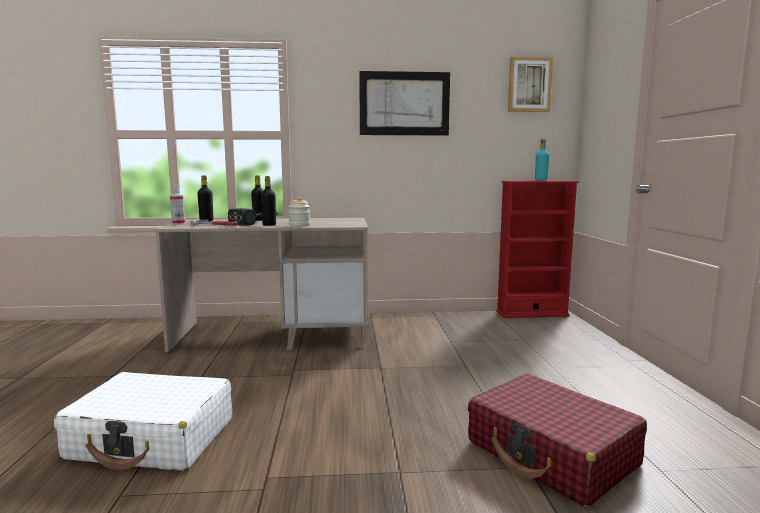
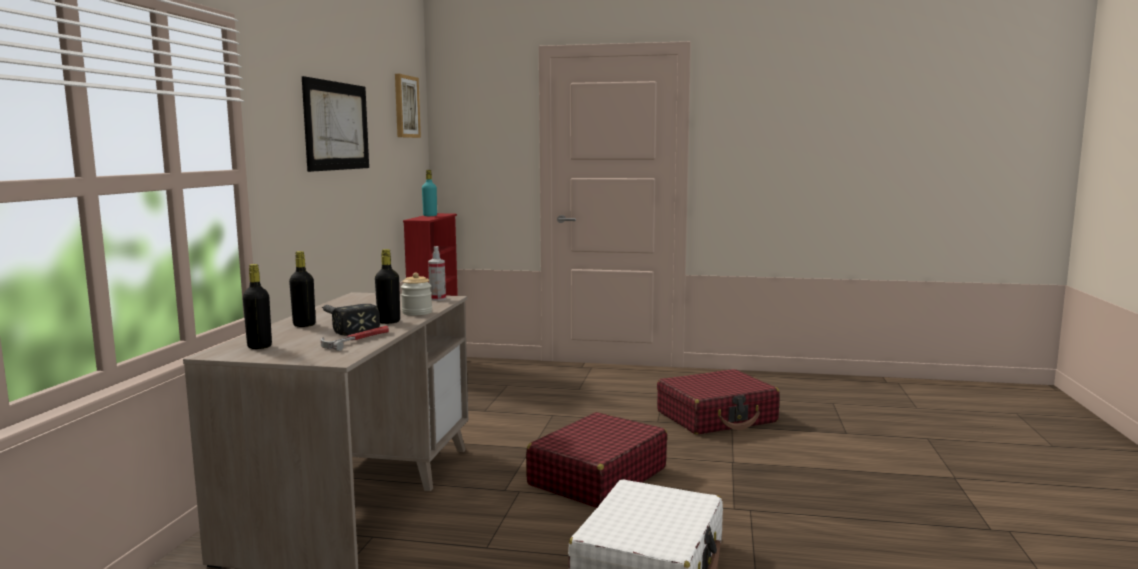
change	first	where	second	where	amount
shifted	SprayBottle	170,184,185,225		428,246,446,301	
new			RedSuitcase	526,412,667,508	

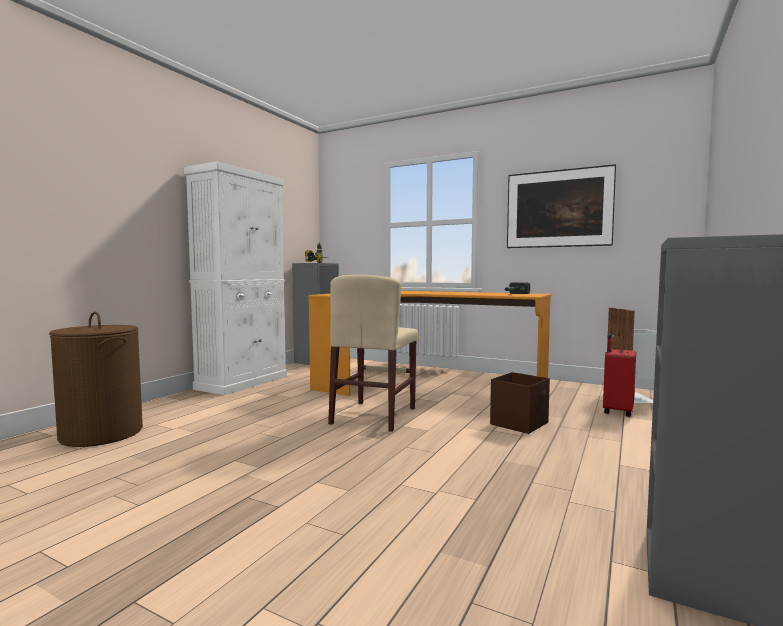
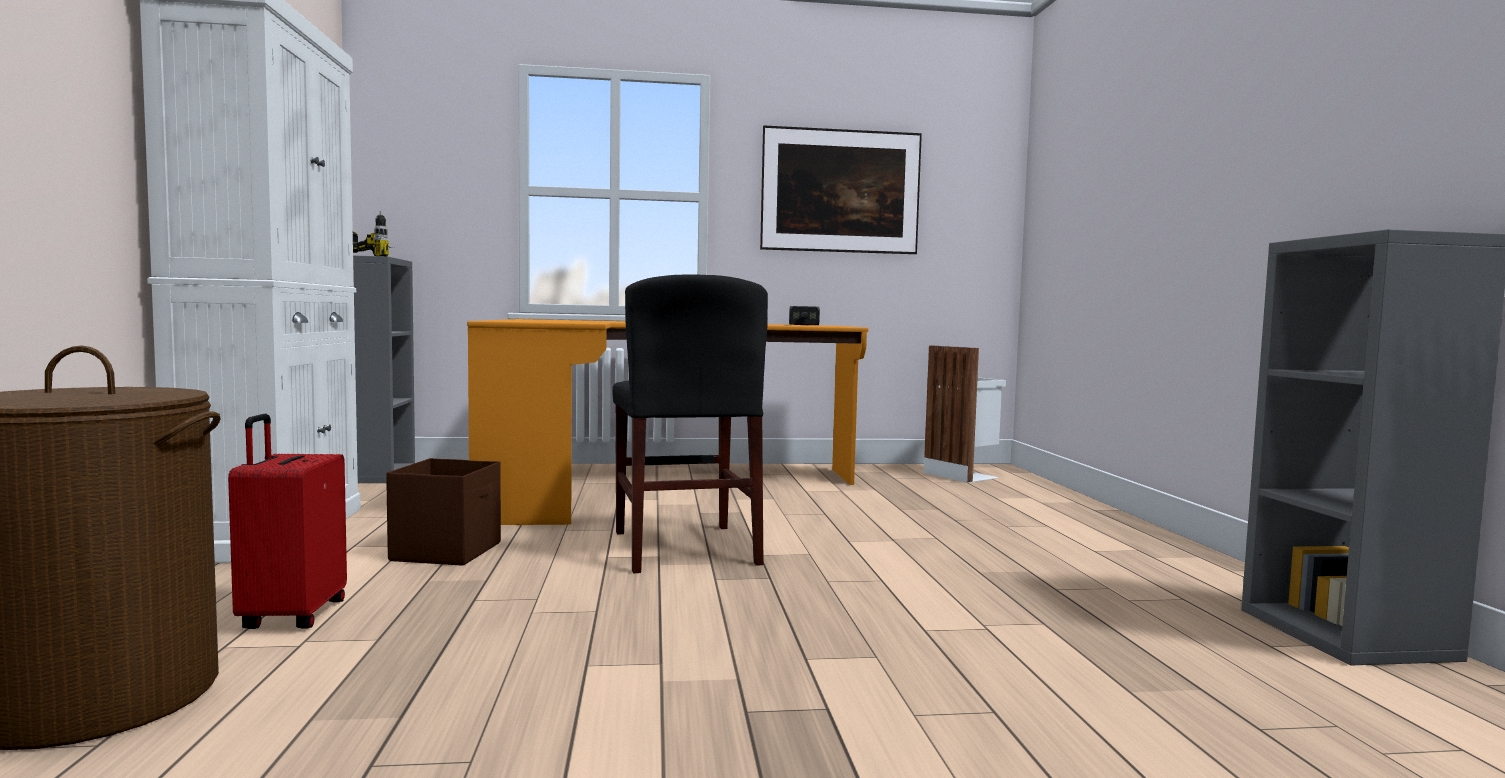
change	first	where	second	where	amount
shifted	RedSuitcase	603,333,636,417		228,414,347,629	
shifted	BrownStorageBox	490,372,550,434		386,458,501,566	
repainted	BeigeChair	328,275,419,432	BlackChair	612,274,768,573	

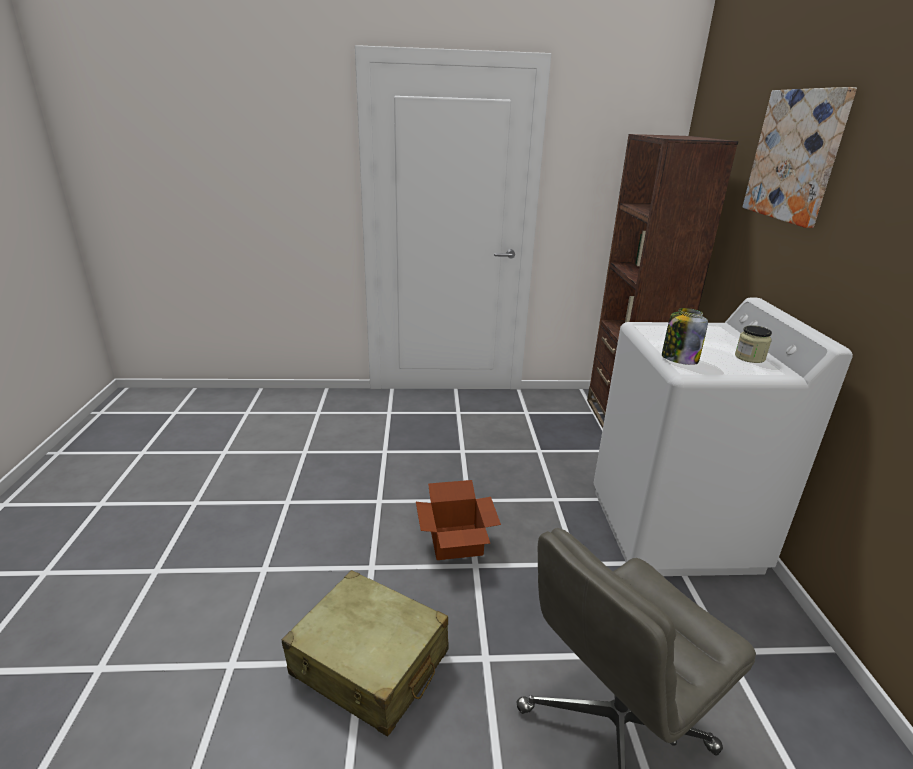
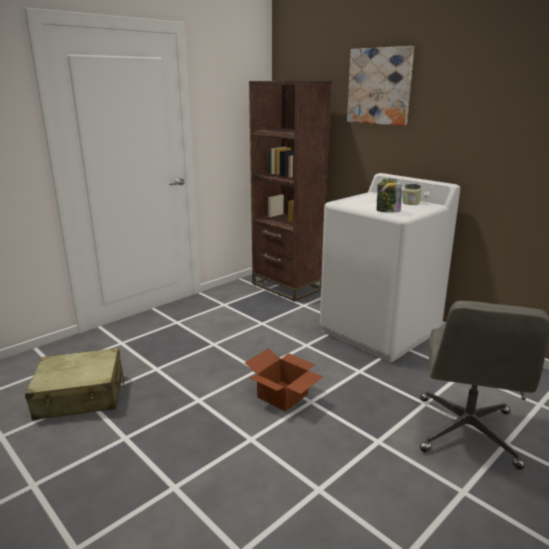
change	first	where	second	where	amount
shifted	BeigeSuitcase	282,570,449,736		25,348,124,420	

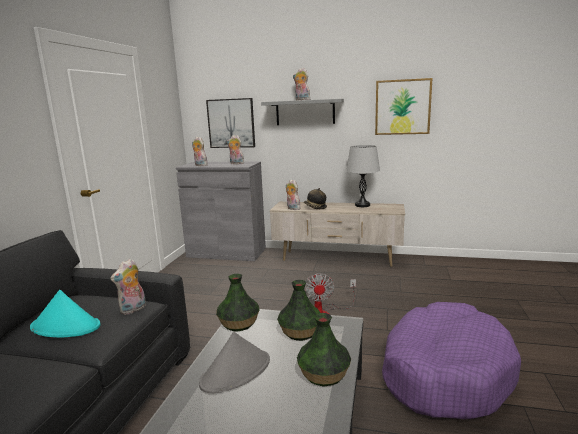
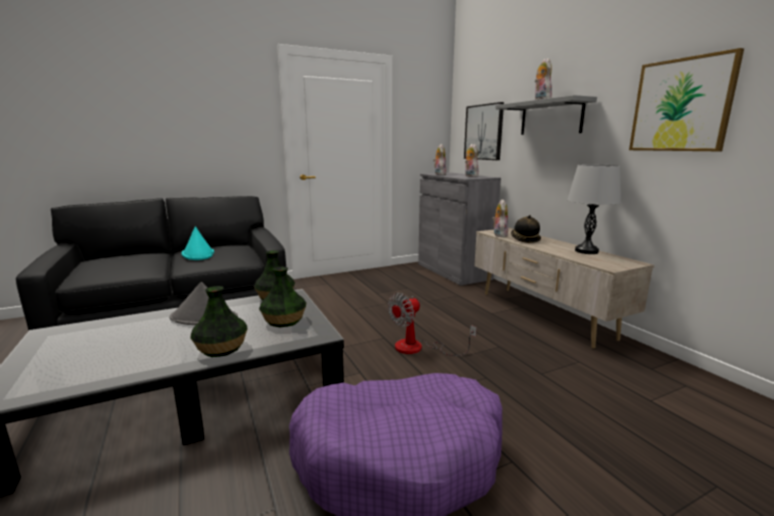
change	first	where	second	where	amount
gone	PlushToy	110,259,146,315			

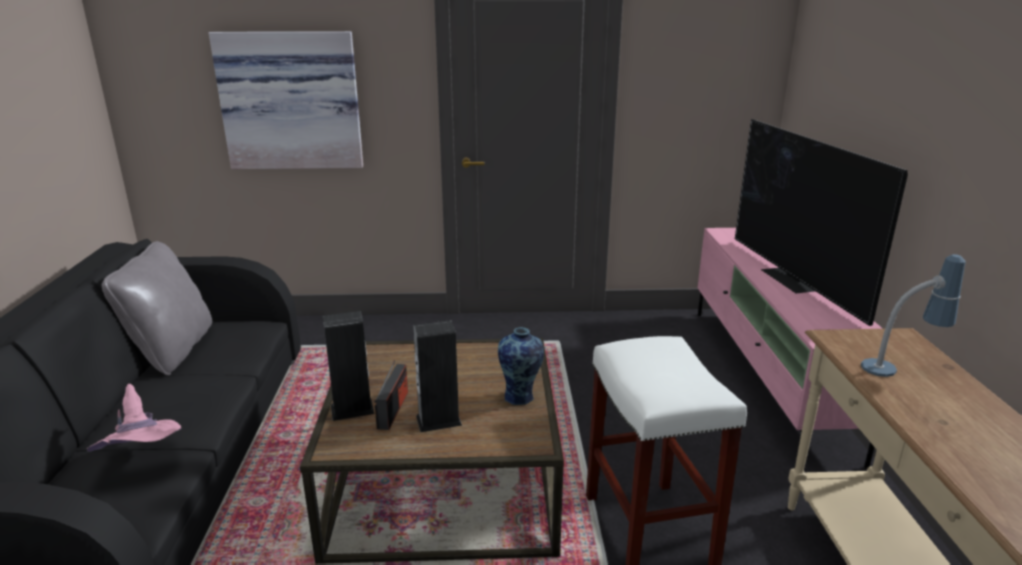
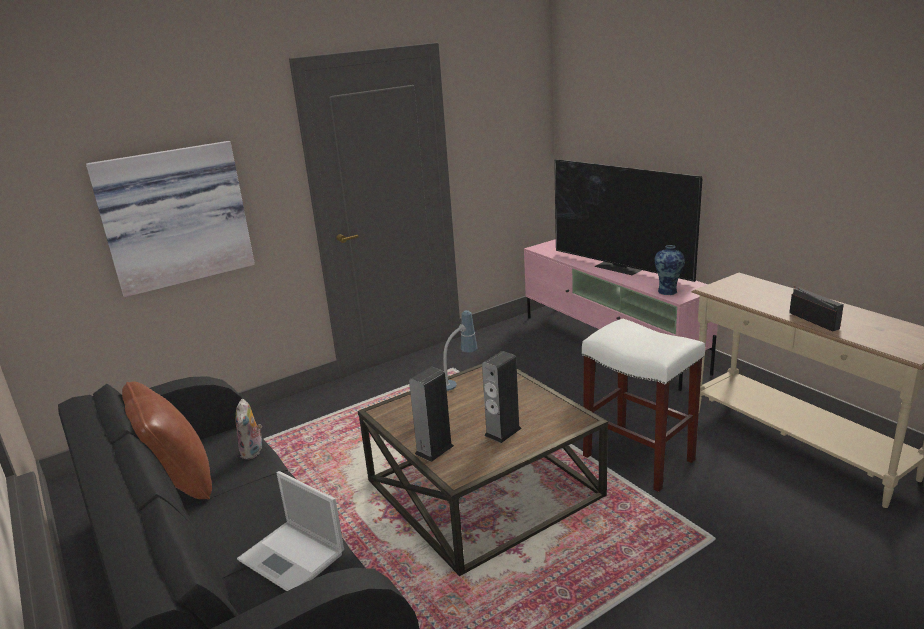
change	first	where	second	where	amount
repainted	GreyPillow	102,241,212,376	BrownPillow	122,381,212,500	
new			PlushToy	235,399,262,459	
swapped	PinkHat	87,384,181,452	Laptop	237,471,344,591	
shifted	TableLamp	861,254,966,377		443,310,478,391	
shifted	Vase	498,327,544,405		655,245,685,295	
shifted	Radio	374,360,408,430		789,286,844,332	

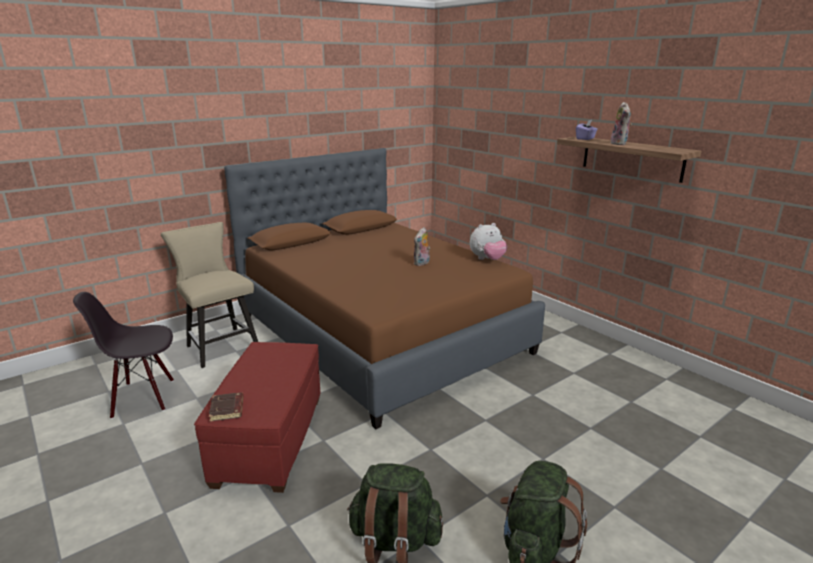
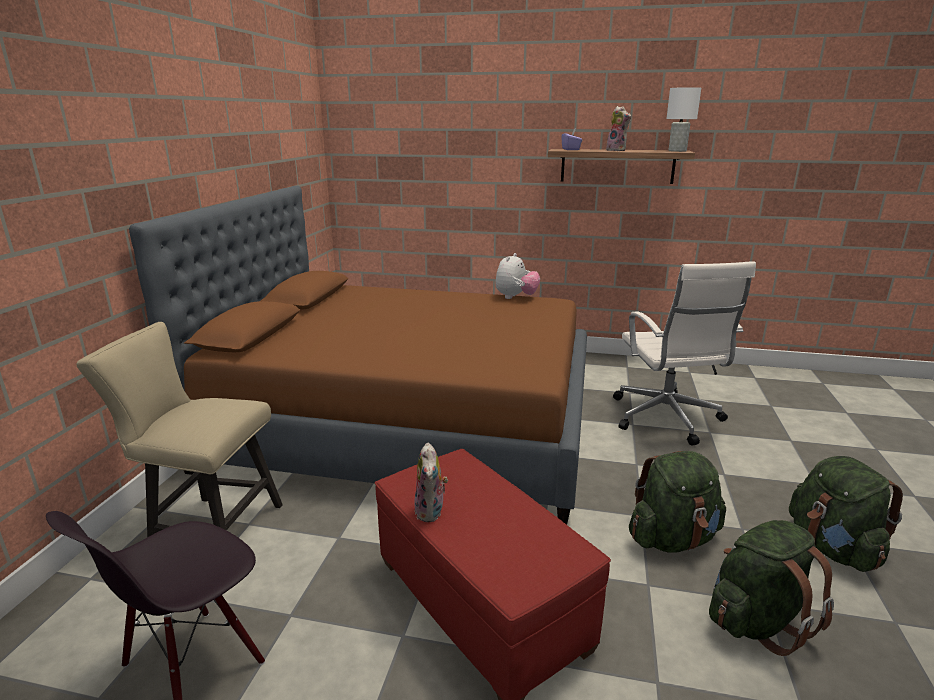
change	first	where	second	where	amount
shifted	PlushToy	414,227,430,266		415,442,448,522	
new			WhiteOfficeChair	613,261,756,446	
new			GreenBackpack	629,451,726,553	
new			WhiteTableLamp	666,87,701,152	
gone	BrownBook	209,392,243,422			

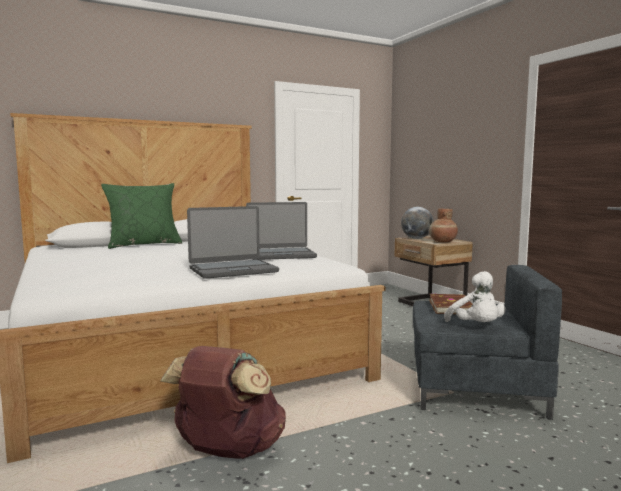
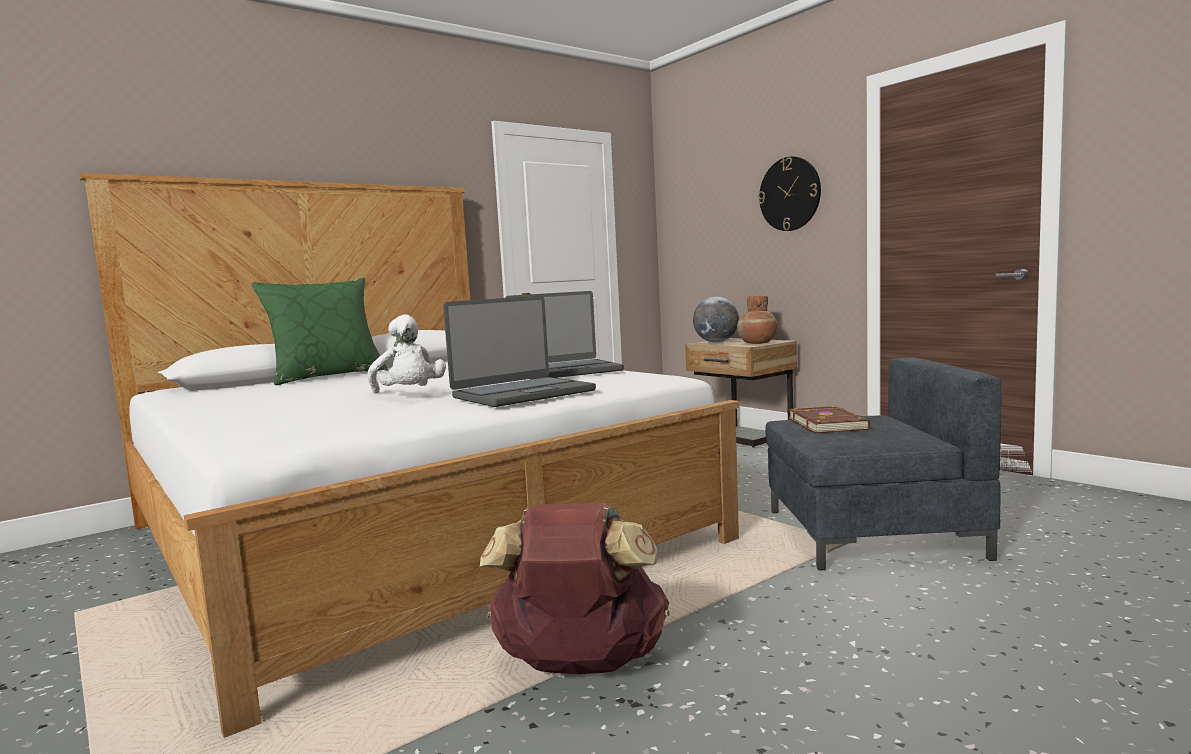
change	first	where	second	where	amount
shifted	WhitePlushToy	444,271,505,322		368,314,446,394	
new			WallClock	758,156,821,231	

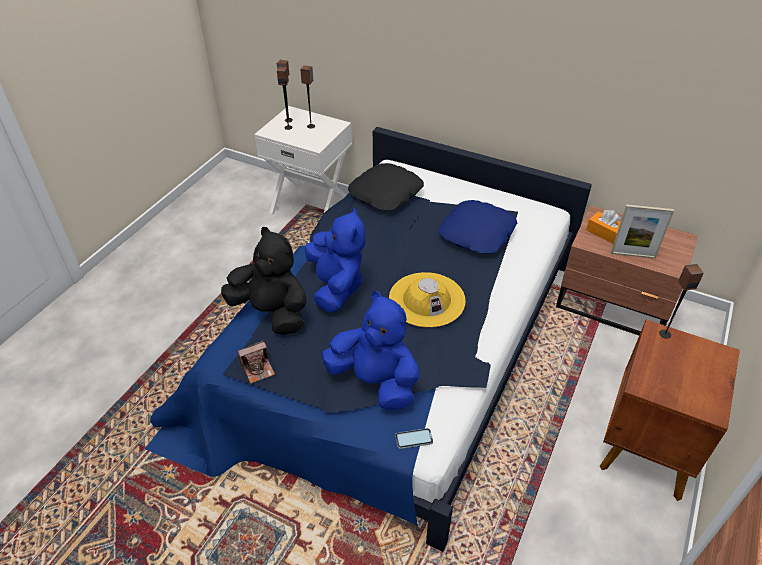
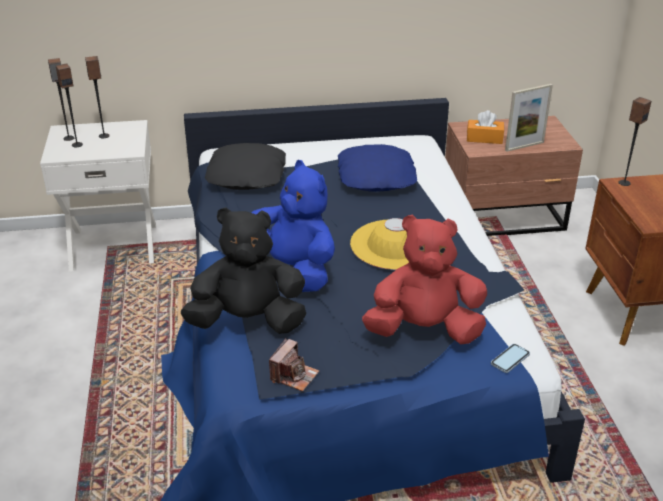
change	first	where	second	where	amount
repainted	BluePlushToy	321,291,419,410	RedPlushToy	362,215,487,344	

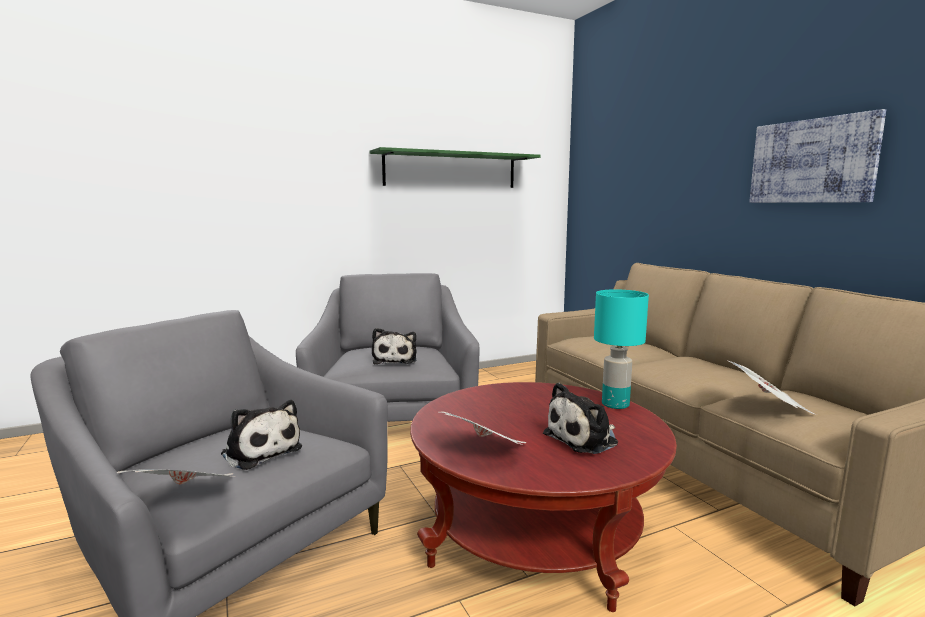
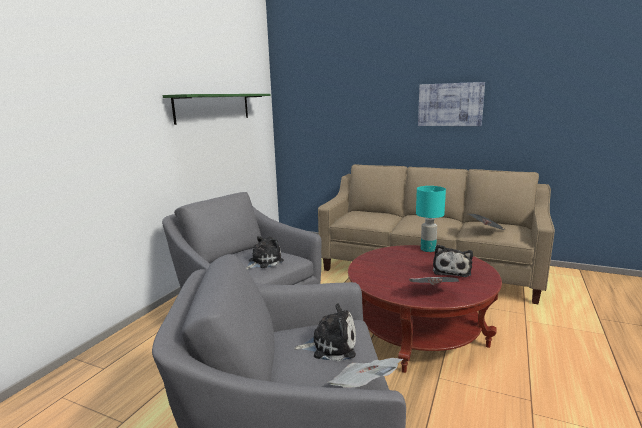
change	first	where	second	where	amount
rotated	PlushToy	372,328,417,364		246,236,284,269	90 degrees counterclockwise

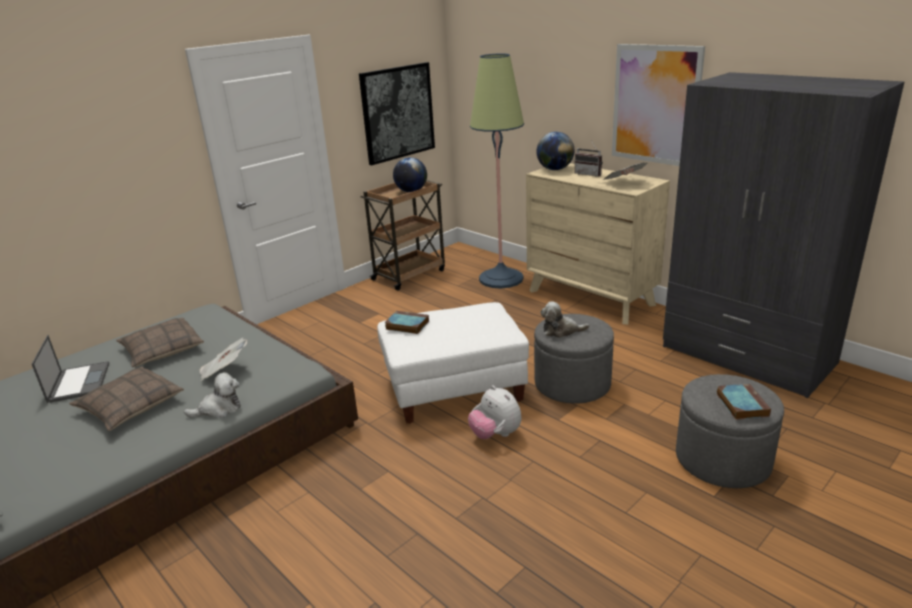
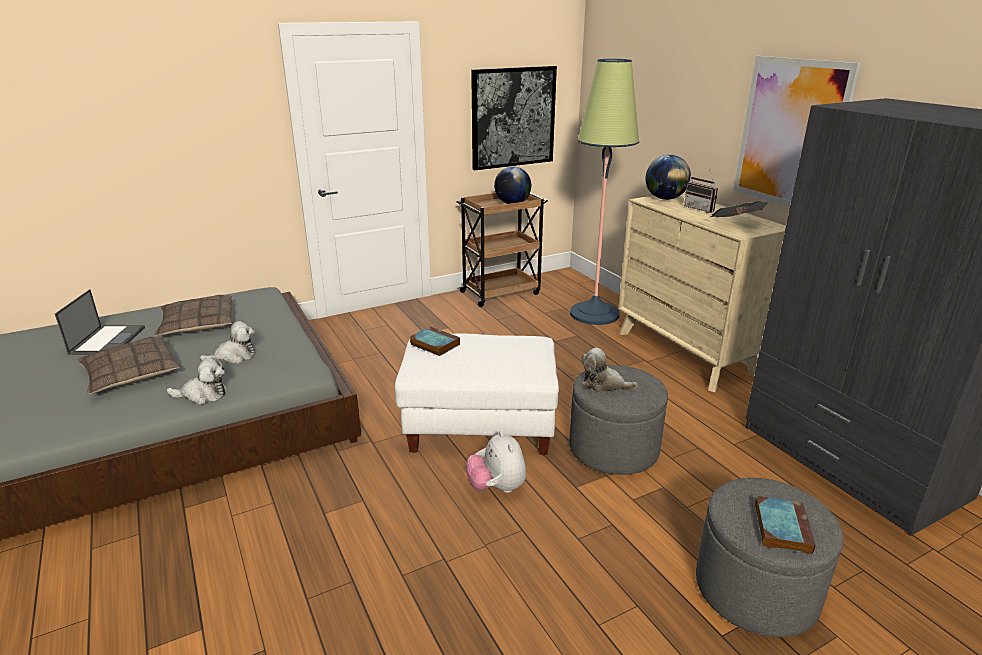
change	first	where	second	where	amount
swapped	Newspaper	200,338,247,381	PlushToy	200,321,255,364	

